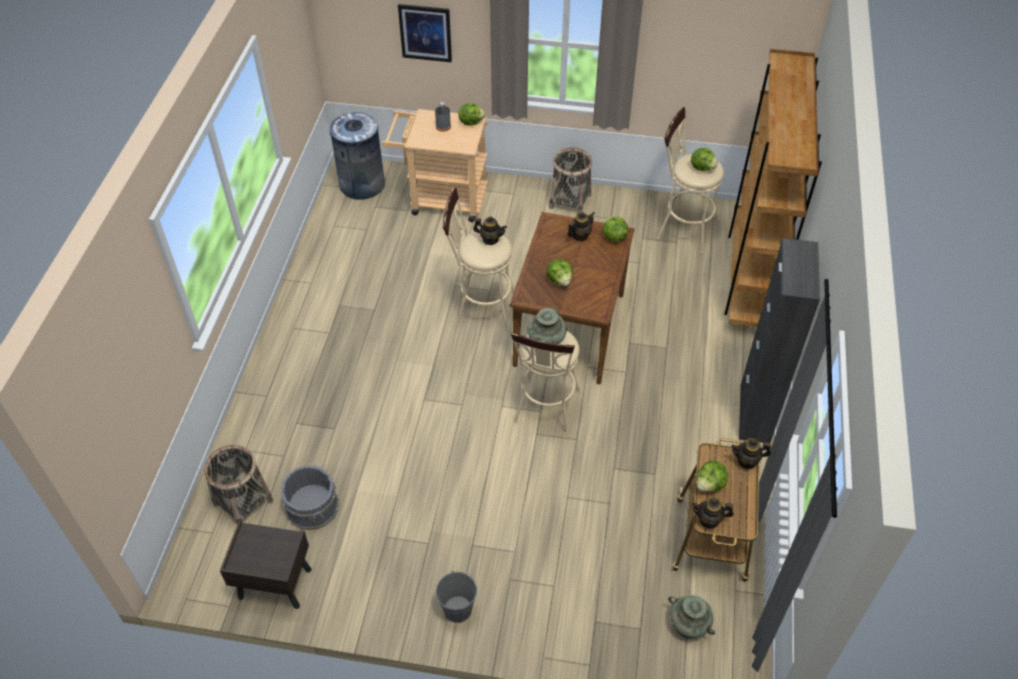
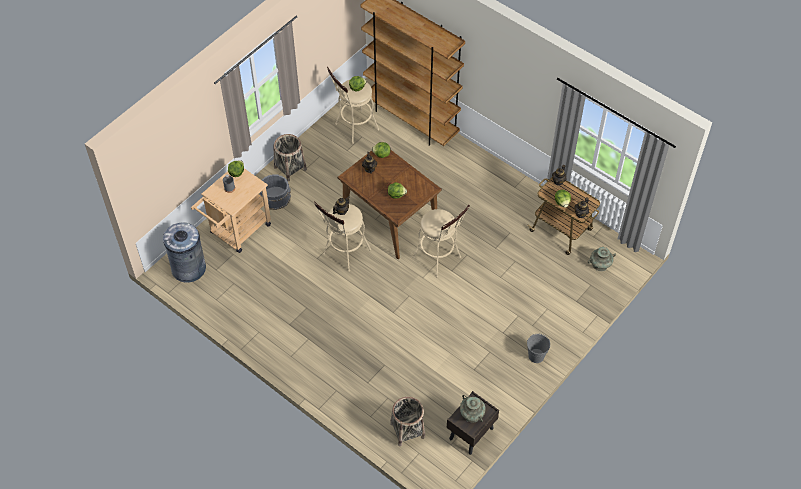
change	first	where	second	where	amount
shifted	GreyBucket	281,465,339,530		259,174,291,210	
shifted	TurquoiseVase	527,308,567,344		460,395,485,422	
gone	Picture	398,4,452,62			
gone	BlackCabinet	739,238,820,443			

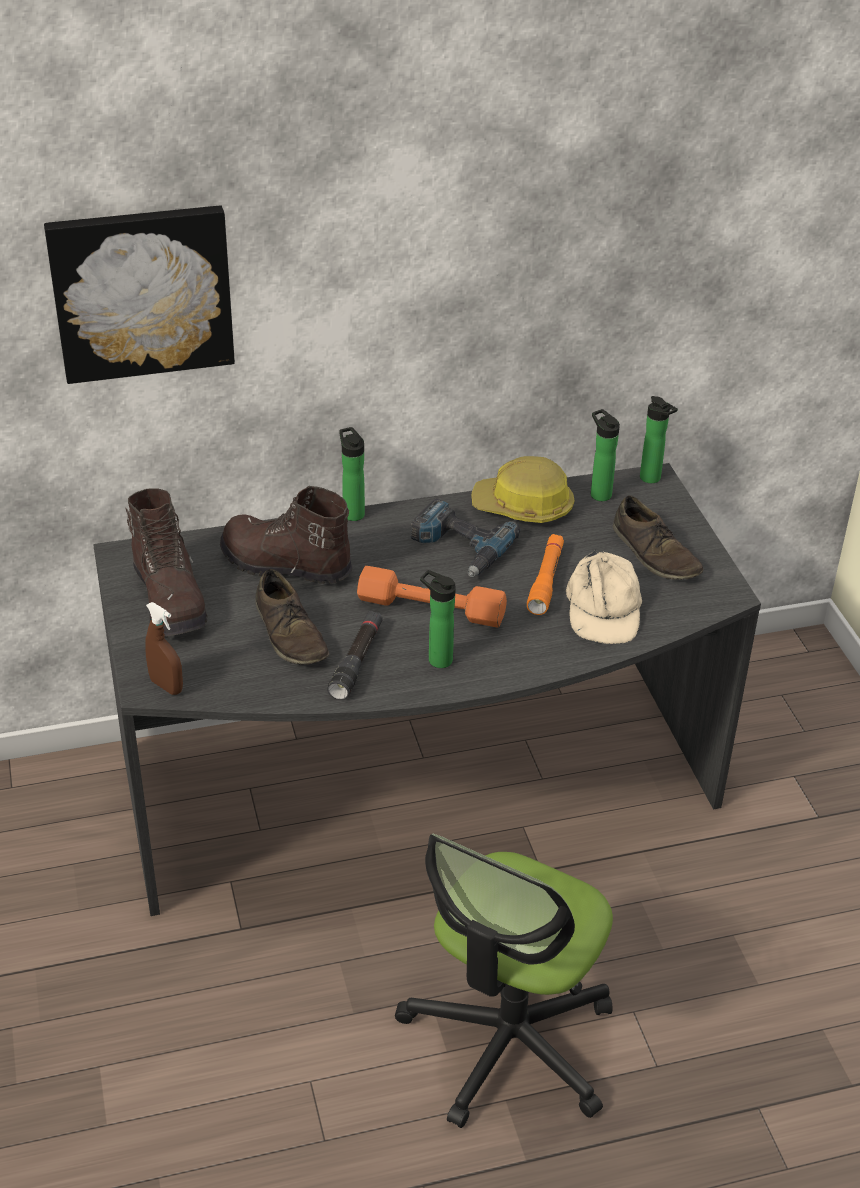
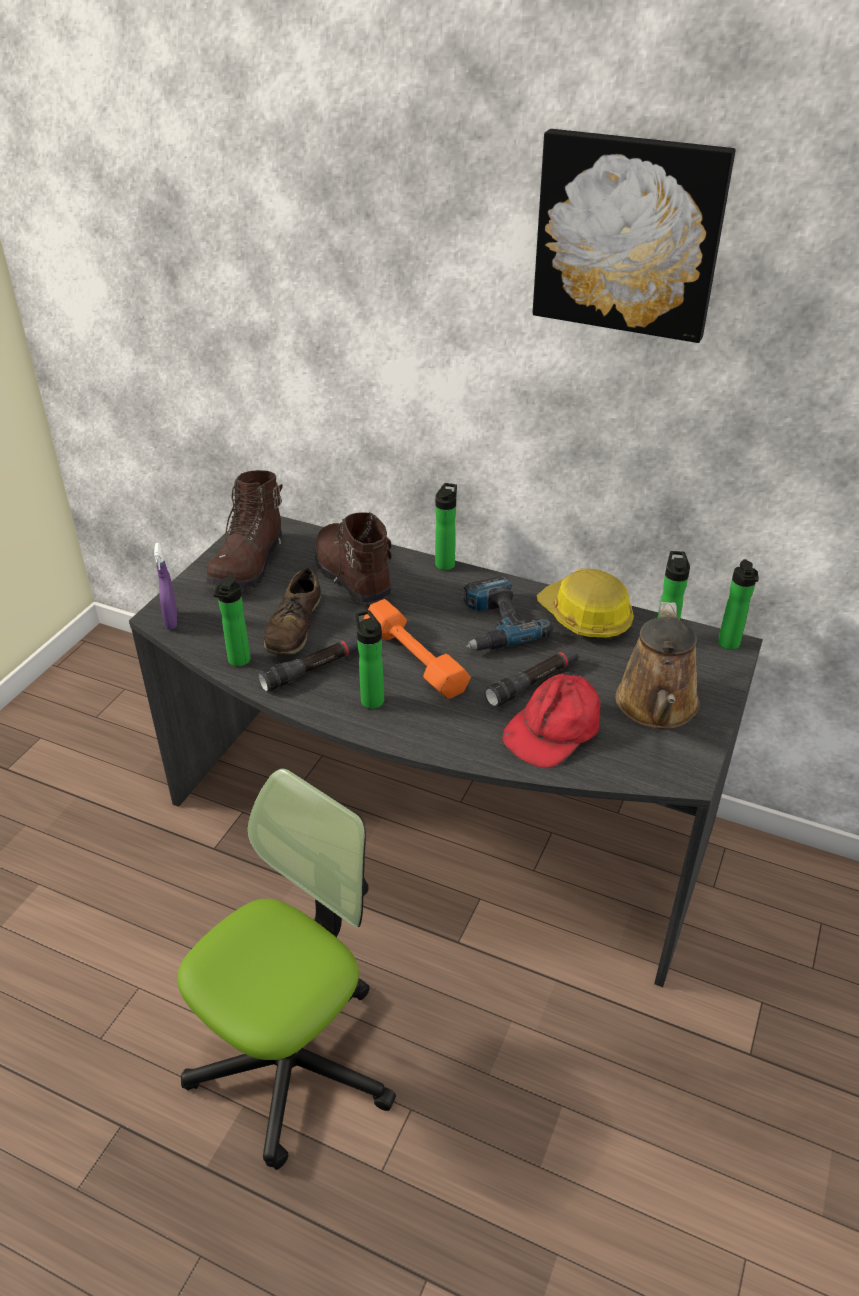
change	first	where	second	where	amount
repainted	BrownSprayBottle	145,602,183,695	PurpleSprayBottle	154,543,177,629	
rotated	OfficeChair	395,834,613,1128		178,768,396,1170	150 degrees clockwise
new			Bottle	213,575,251,667	
repainted	OrangeFlashlight	527,534,564,615	BlackFlashlight	485,646,579,707	
repainted	BeigeCap	566,549,642,644	RedCap	502,671,601,768	
shifted	Picture	44,206,235,384		533,129,736,343	
swapped	BrownShoe	613,496,704,580	BrownWateringCan	616,602,700,729	

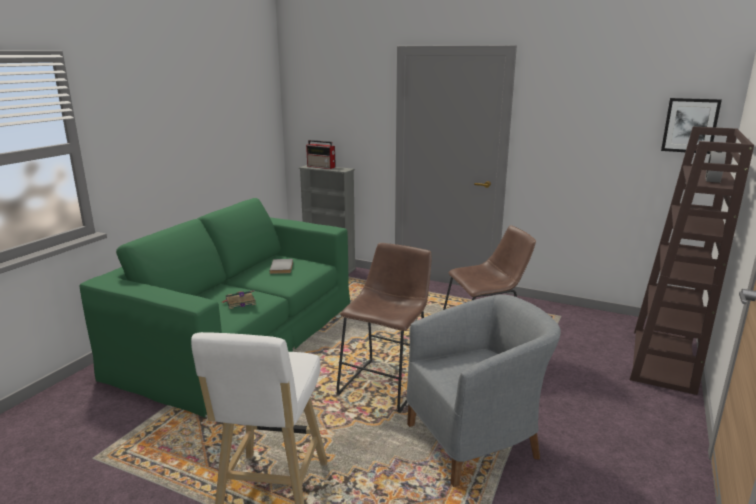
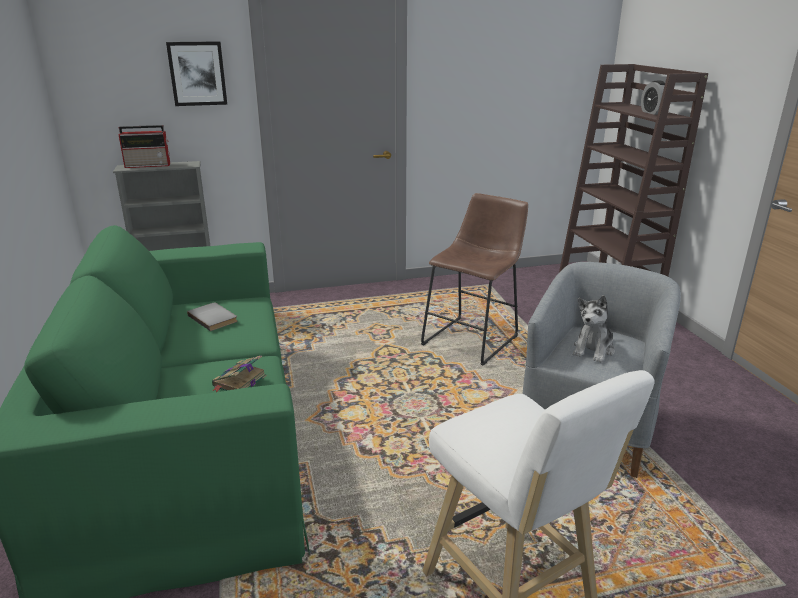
change	first	where	second	where	amount
shifted	Picture	661,98,722,154		166,41,227,106	
new			PlushToy	573,295,615,363	
gone	BrownStool	337,243,432,413			

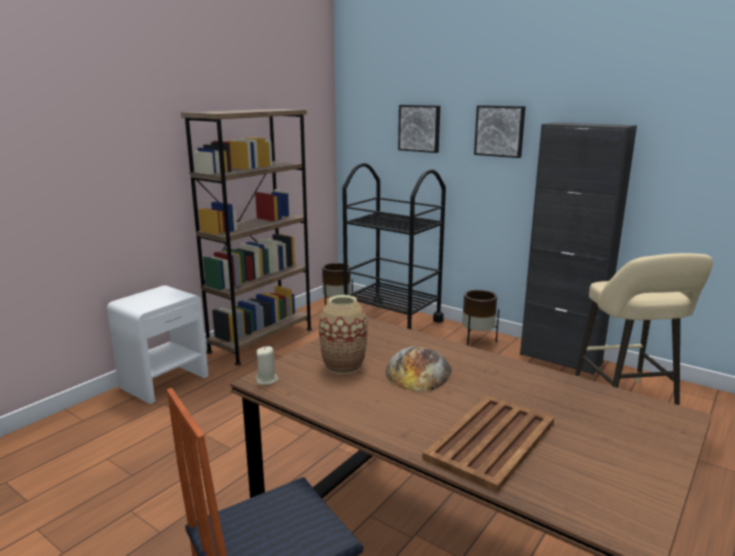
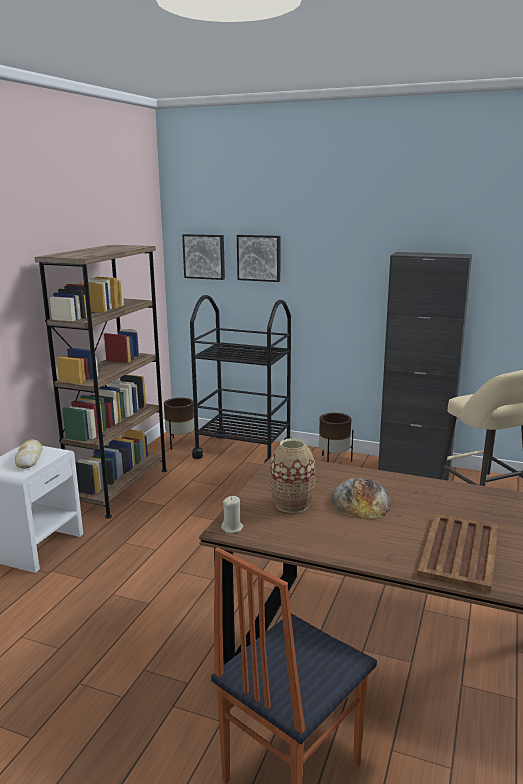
change	first	where	second	where	amount
new			Bread	15,439,43,468	
shifted	Picture	474,105,525,158		182,234,225,280	

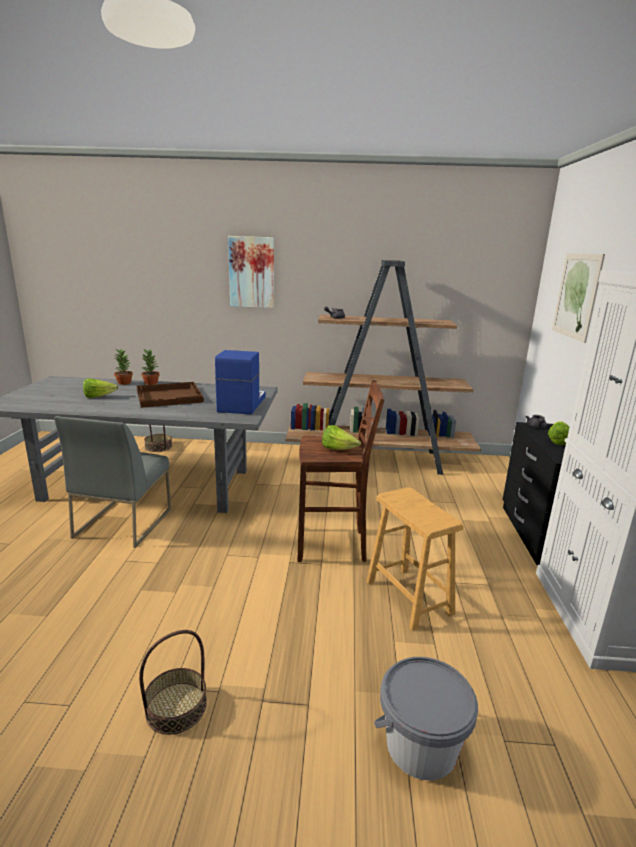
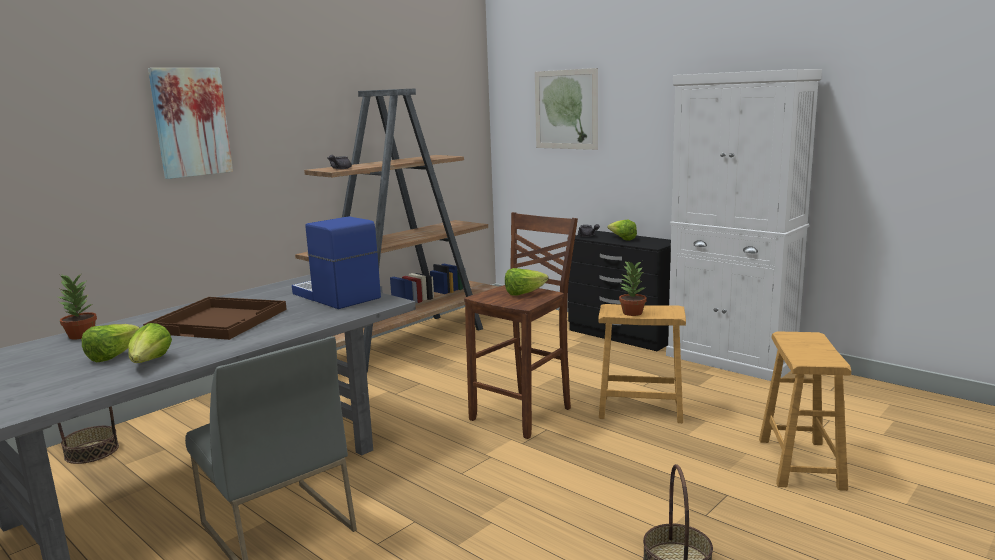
change	first	where	second	where	amount
new			Lettuce	128,323,172,363	
shifted	PottedPlant	141,349,159,385		619,261,647,316	
swapped	GreyBucket	374,657,478,781	BrownStool	759,331,851,491	

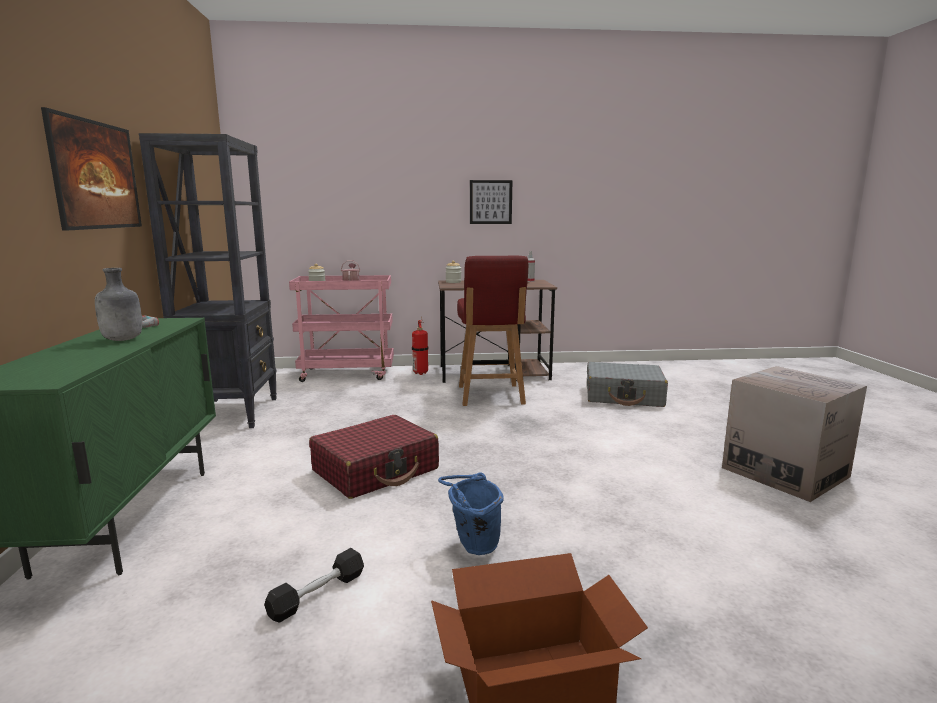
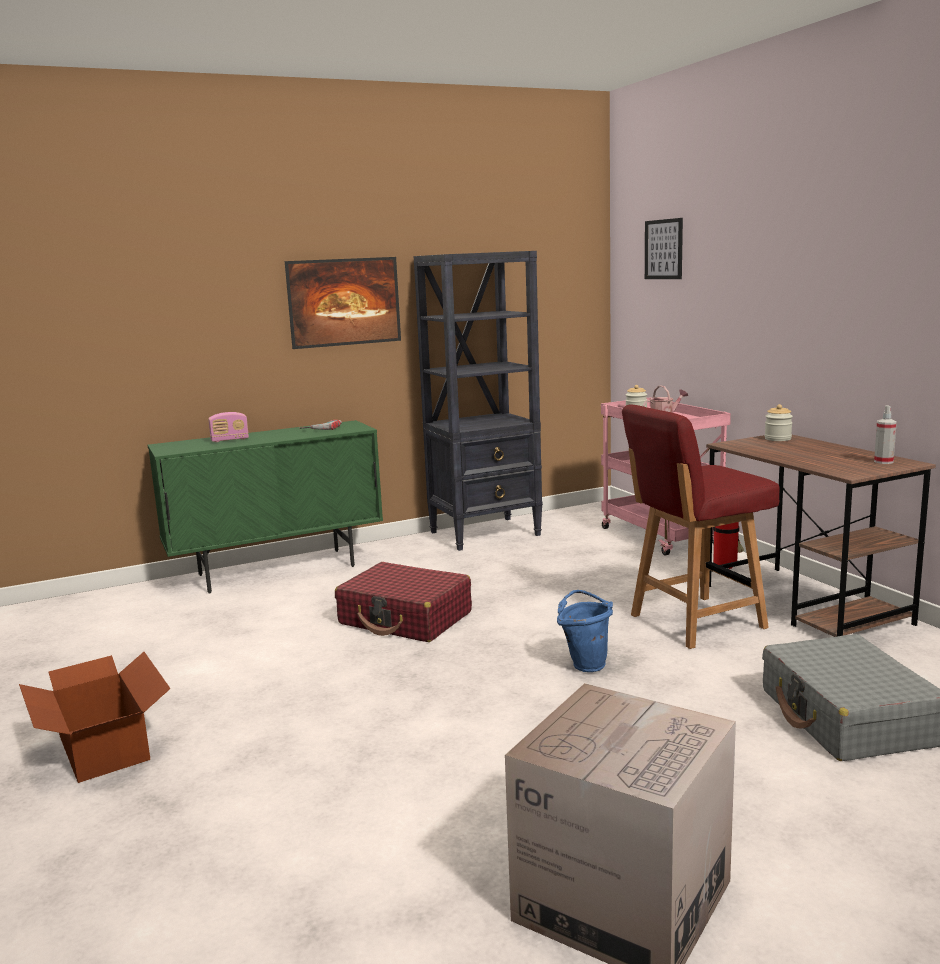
change	first	where	second	where	amount
new			Radio	208,412,249,442	
shifted	BlueBucket	438,472,504,555		557,590,613,672	
shifted	Picture	470,180,512,224		645,218,683,279	
gone	GreyBottle	95,268,142,341			
gone	BlackDumbbell	264,548,364,622			

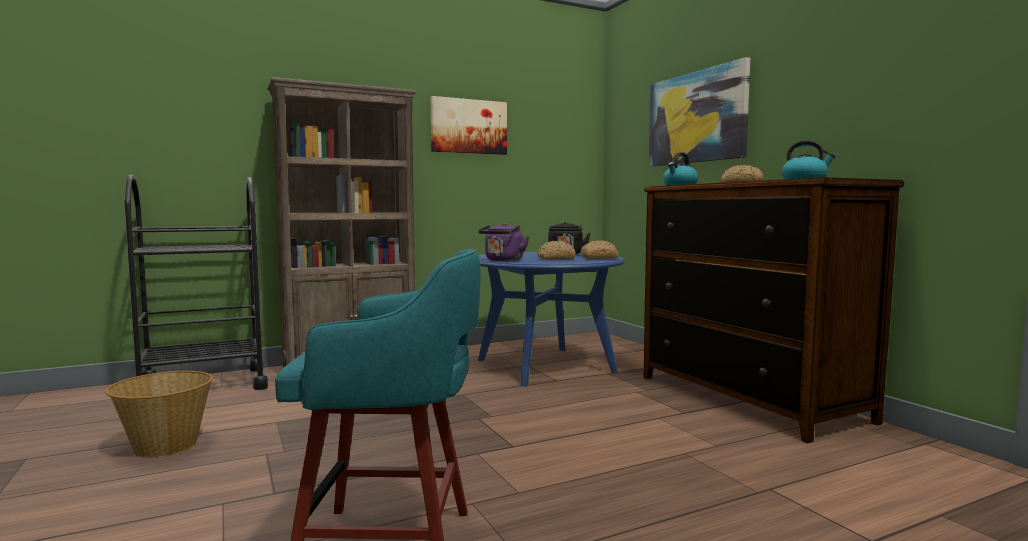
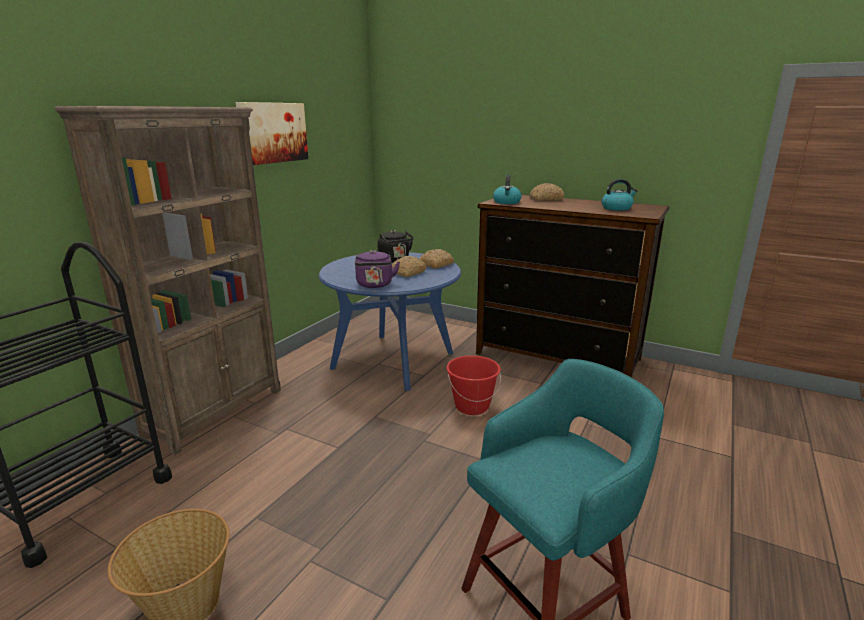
change	first	where	second	where	amount
new			RedBucket	446,355,501,415	
gone	Picture	649,57,750,166			

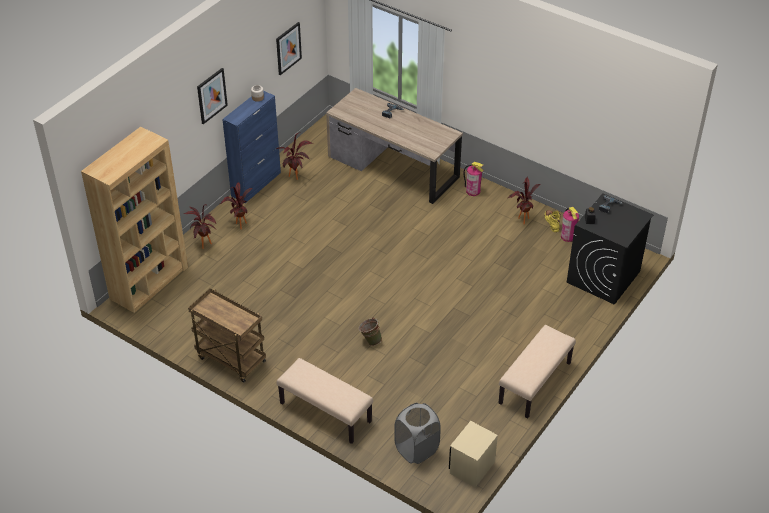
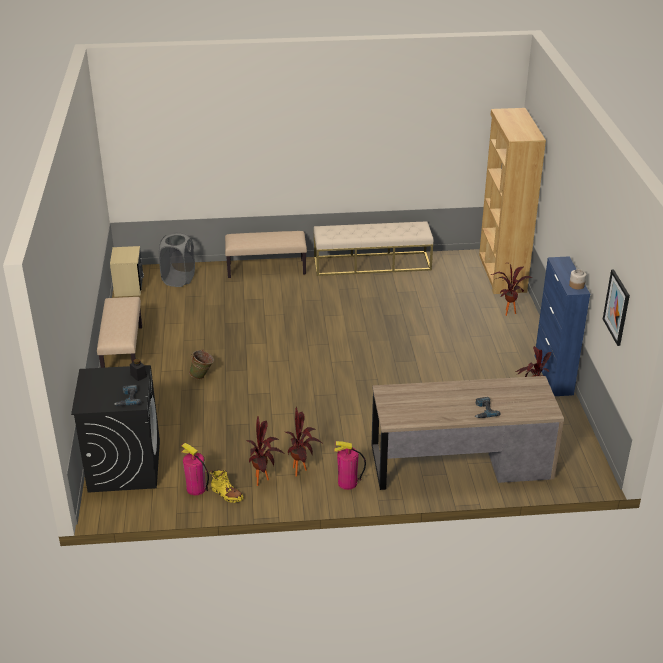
change	first	where	second	where	amount
shifted	GreenBucket	358,317,382,346		189,349,214,379	
shifted	PottedPlant	220,182,252,229		285,407,322,477	
swapped	BrownCart	188,288,266,383	BeigeBench	314,221,434,276	
gone	Picture	197,68,228,124			

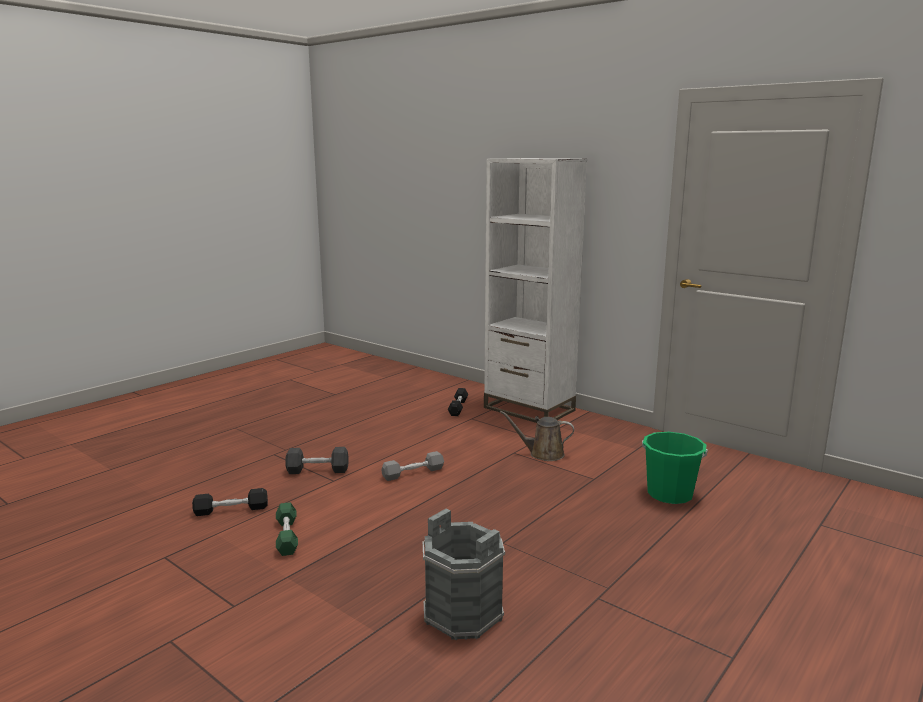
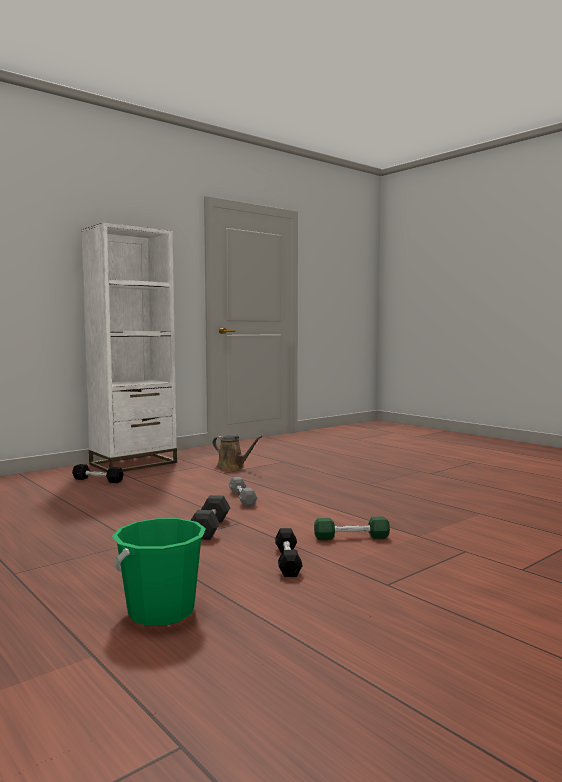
change	first	where	second	where	amount
shifted	GreenBucket	642,432,708,504		112,518,206,626	
rotated	BrownWateringCan	500,411,574,461		213,435,262,470	75 degrees counterclockwise
gone	GreyBucket	422,509,505,640			

